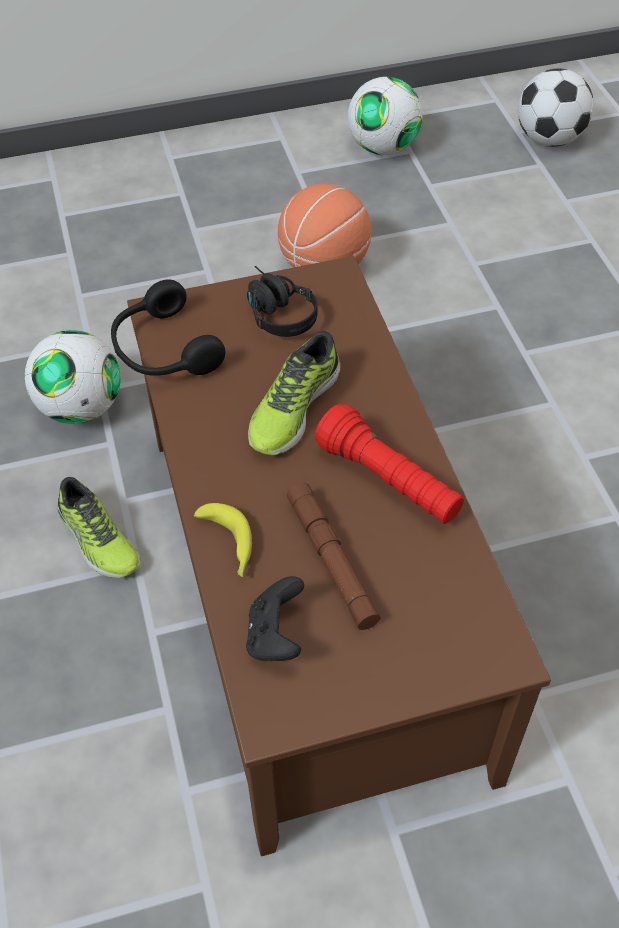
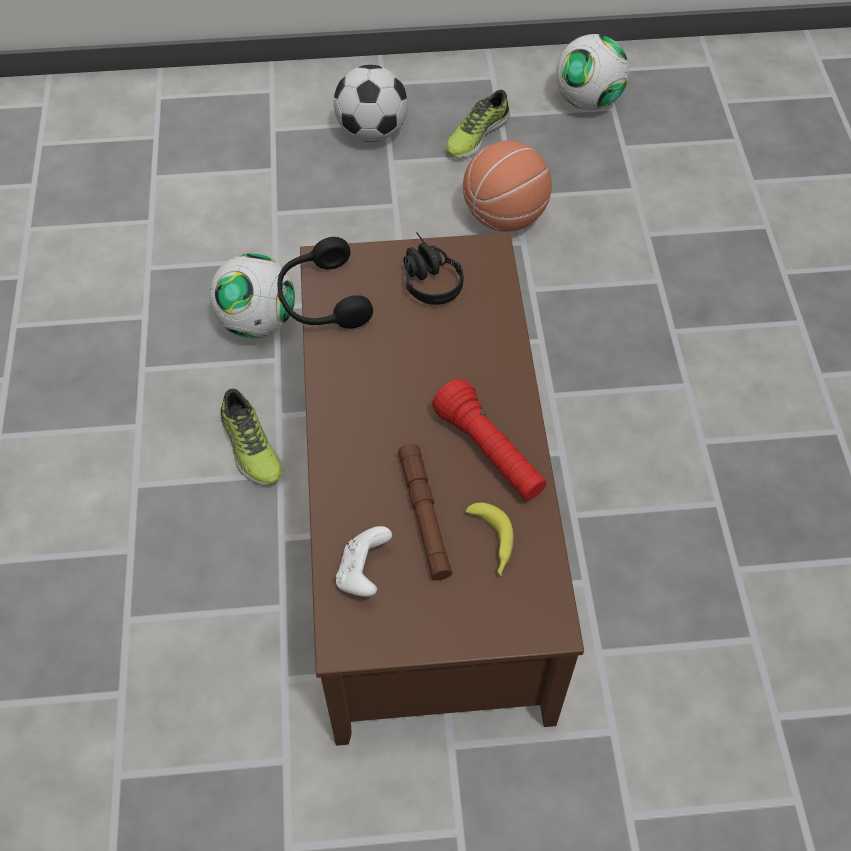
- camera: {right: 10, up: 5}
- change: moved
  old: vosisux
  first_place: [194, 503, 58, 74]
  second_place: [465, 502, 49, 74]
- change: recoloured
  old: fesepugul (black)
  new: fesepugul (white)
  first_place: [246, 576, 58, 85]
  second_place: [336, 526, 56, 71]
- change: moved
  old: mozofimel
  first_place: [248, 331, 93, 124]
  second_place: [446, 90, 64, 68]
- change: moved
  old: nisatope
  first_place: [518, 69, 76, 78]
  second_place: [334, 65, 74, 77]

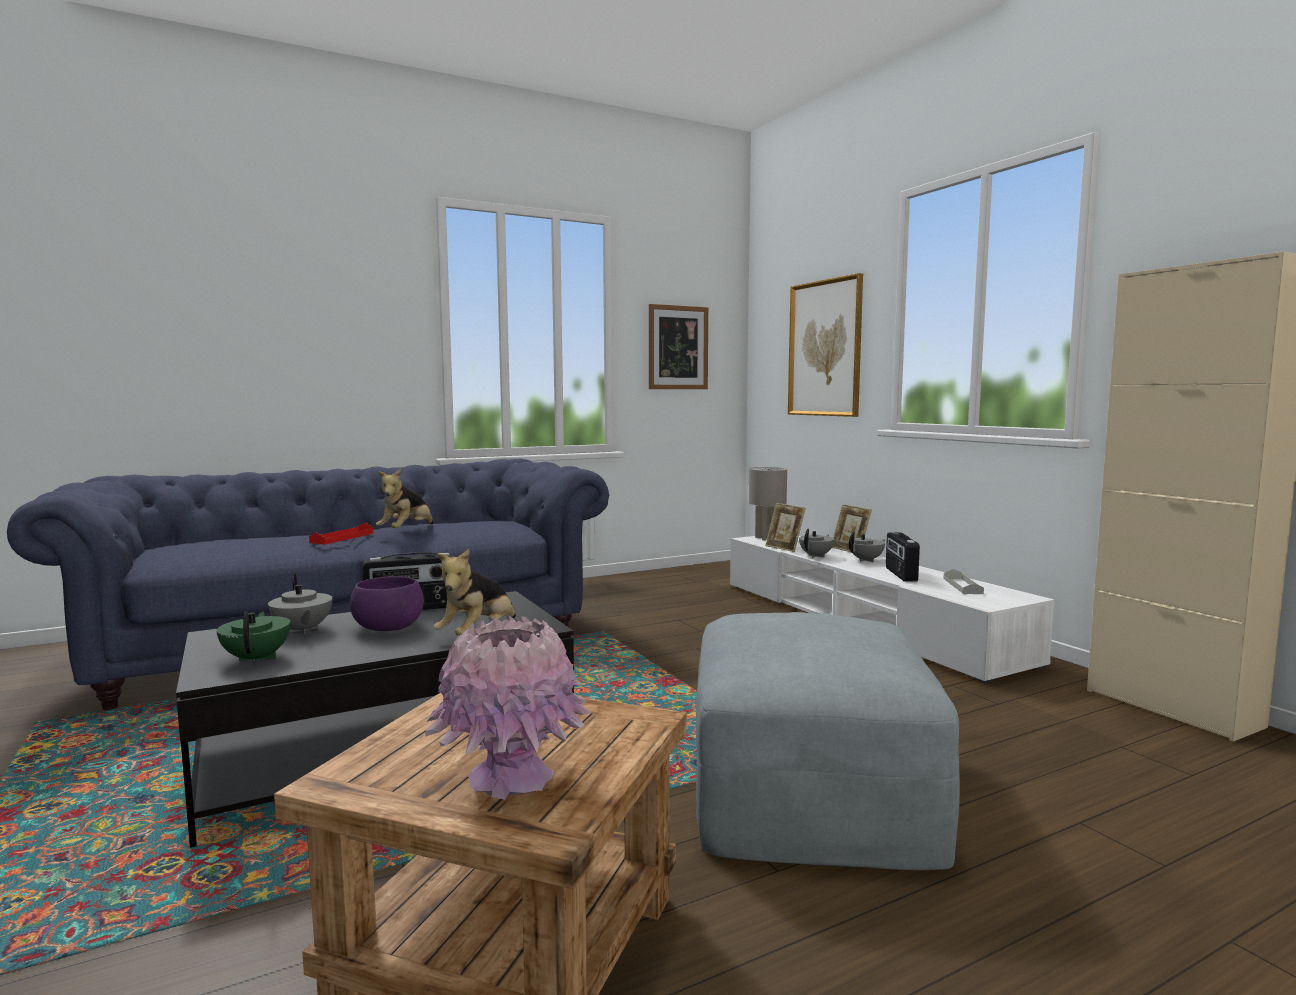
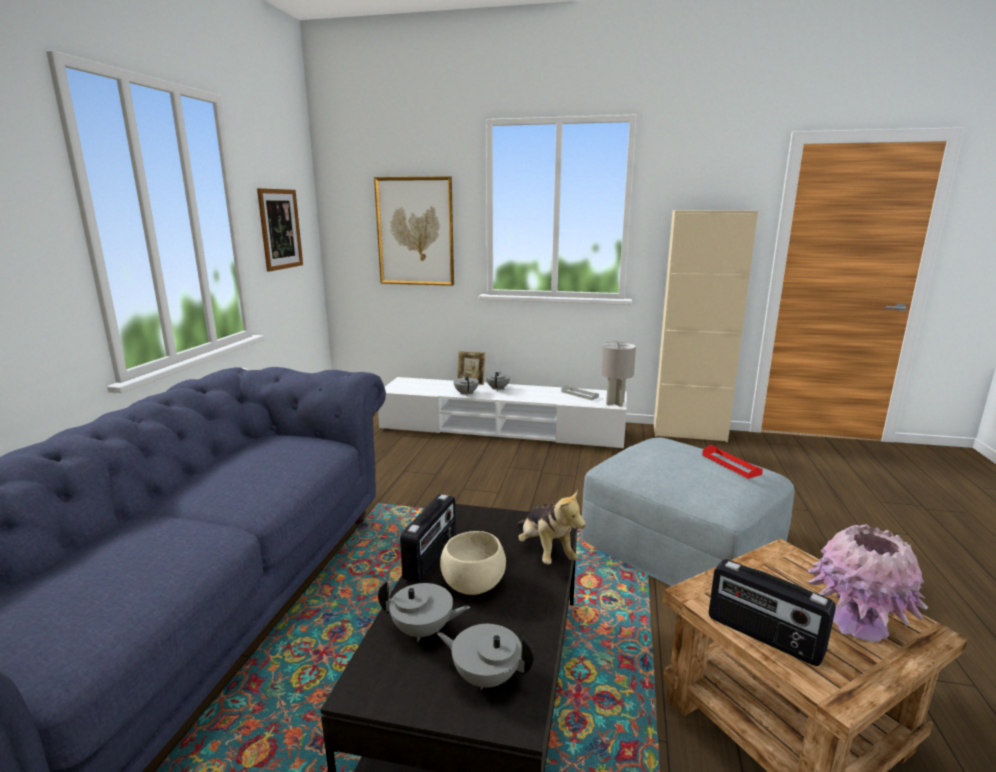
- camera: {right: -50, up: 10}
- change: recoloured
  old: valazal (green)
  new: valazal (grey)
  first_place: [216, 612, 74, 52]
  second_place: [437, 624, 97, 66]
- change: moved
  old: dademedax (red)
  first_place: [309, 522, 64, 23]
  second_place: [702, 445, 61, 34]
- change: recoloured
  old: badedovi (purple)
  new: badedovi (beige)
  first_place: [350, 576, 74, 55]
  second_place: [440, 531, 66, 64]
- change: removed
  old: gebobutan
  first_place: [376, 469, 57, 59]
- change: moved
  old: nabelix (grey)
  first_place: [749, 467, 38, 73]
  second_place: [601, 342, 35, 65]
- change: removed
  old: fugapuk
  first_place: [765, 503, 41, 49]
- change: moved
  old: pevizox
  first_place: [886, 532, 34, 50]
  second_place: [709, 559, 127, 107]

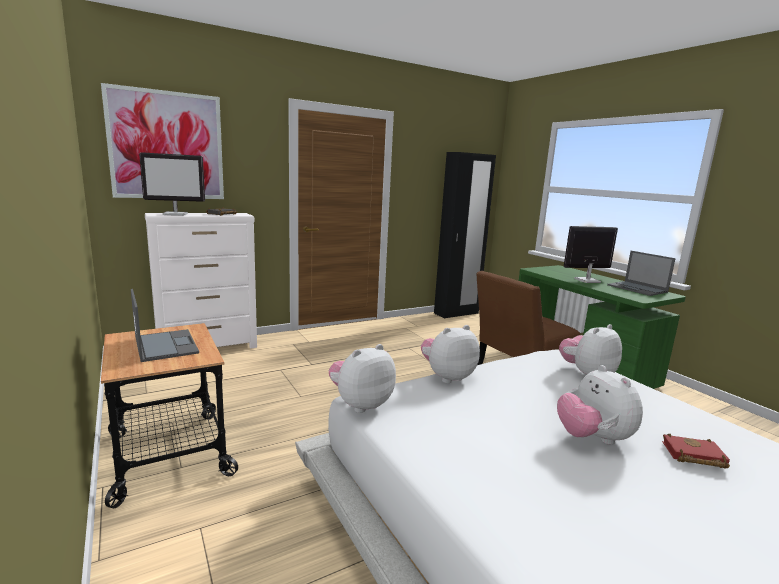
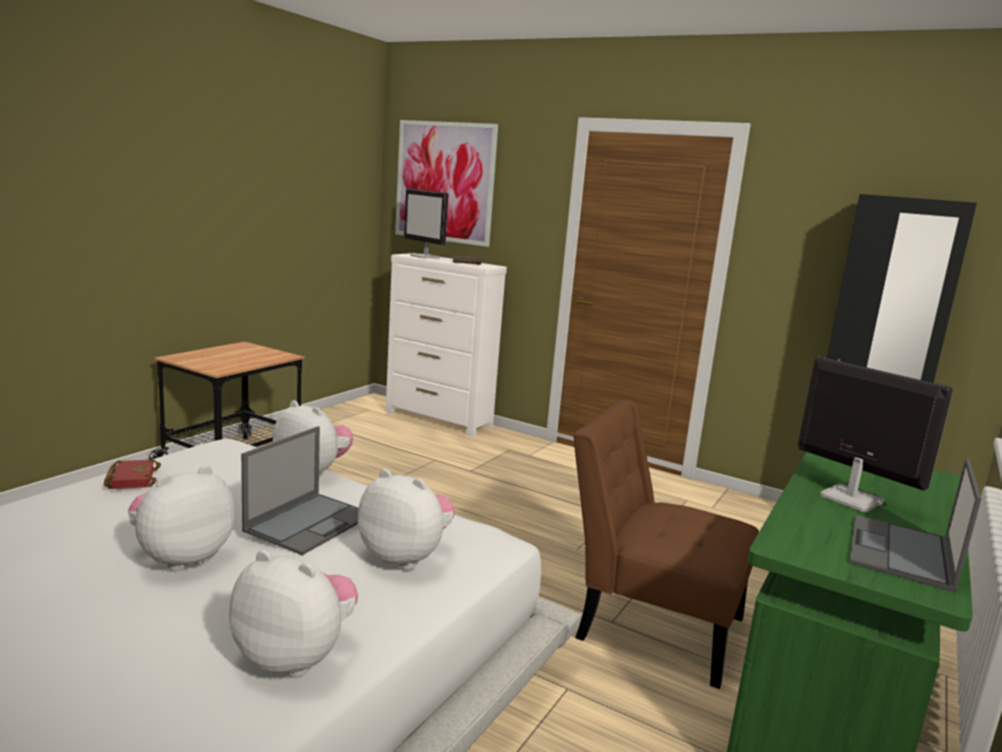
- camera: {right: 60, up: 0}
- change: moved
  old: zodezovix
  first_place: [131, 289, 68, 73]
  second_place: [241, 426, 118, 129]
- change: moved
  old: gebobutan
  first_place: [329, 344, 67, 69]
  second_place: [229, 550, 129, 127]
- change: moved
  old: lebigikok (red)
  first_place: [662, 434, 68, 35]
  second_place: [104, 459, 57, 30]

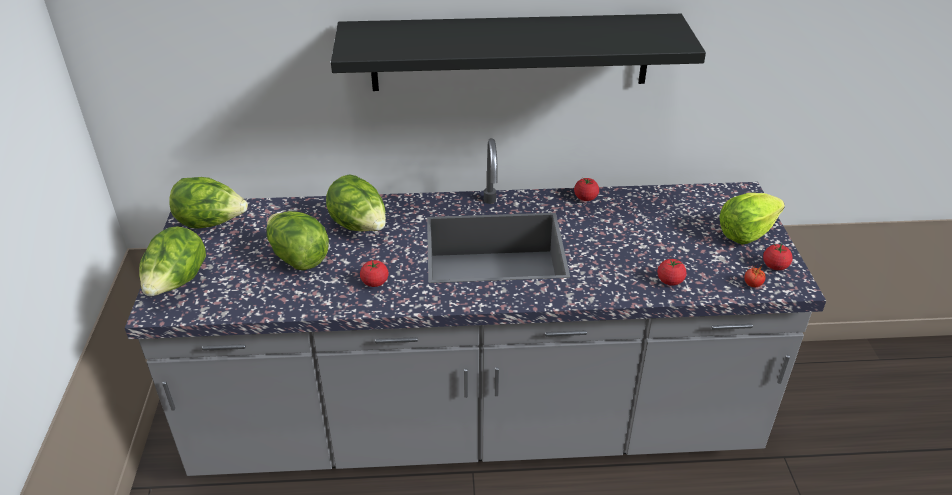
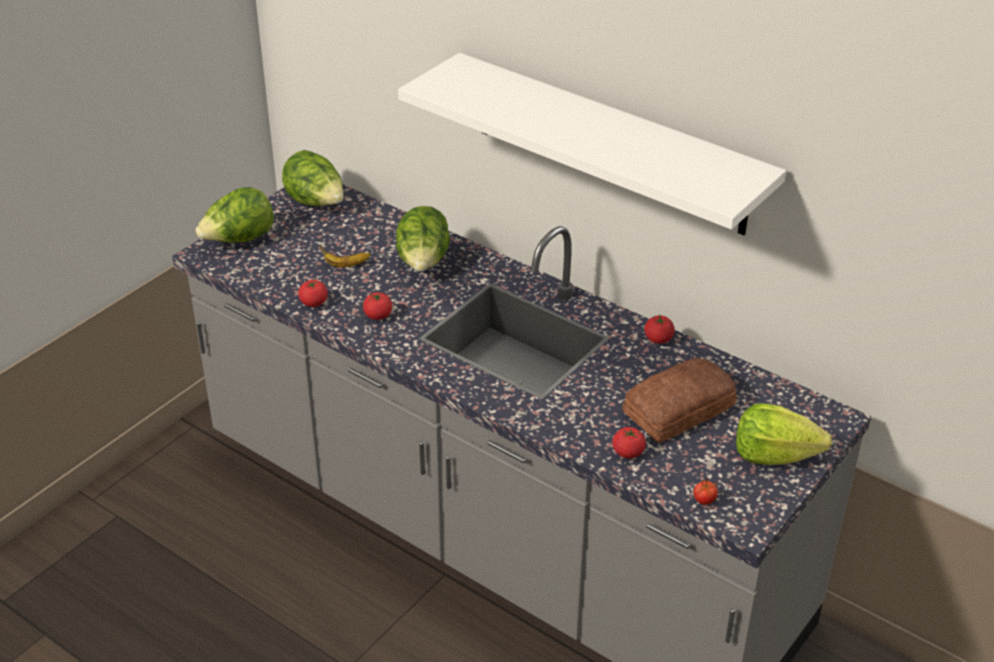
- camera: {right: 40, up: 0}
- change: replaced
  old: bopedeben
  new: vosisux
  first_place: [267, 211, 62, 59]
  second_place: [320, 246, 51, 21]
- change: recoloured
  old: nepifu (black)
  new: nepifu (white)
  first_place: [331, 14, 375, 77]
  second_place: [398, 53, 388, 182]
- change: moved
  old: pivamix
  first_place: [763, 244, 30, 26]
  second_place: [298, 280, 30, 27]
- change: added
  new: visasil
  second_place: [622, 358, 115, 85]

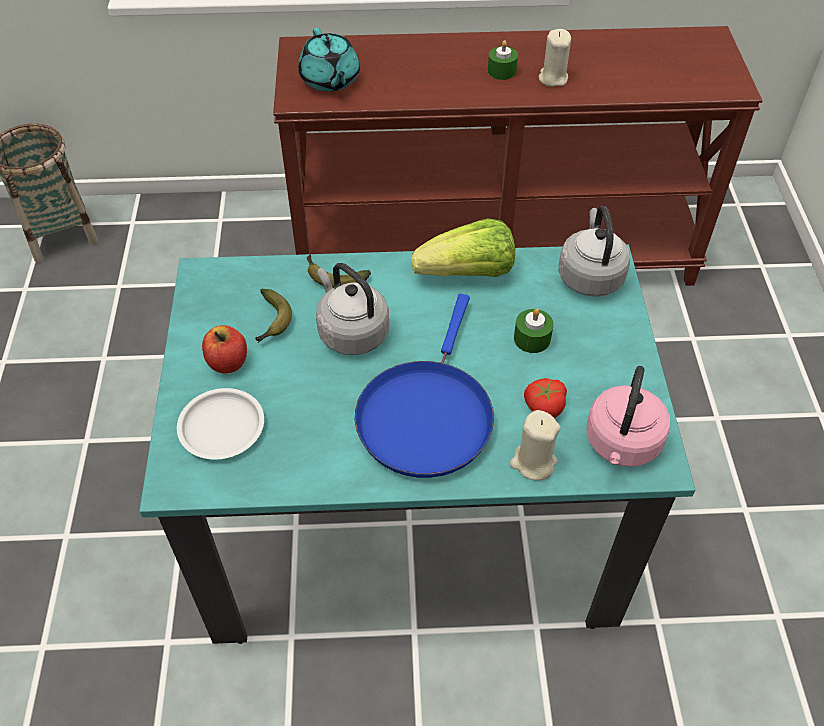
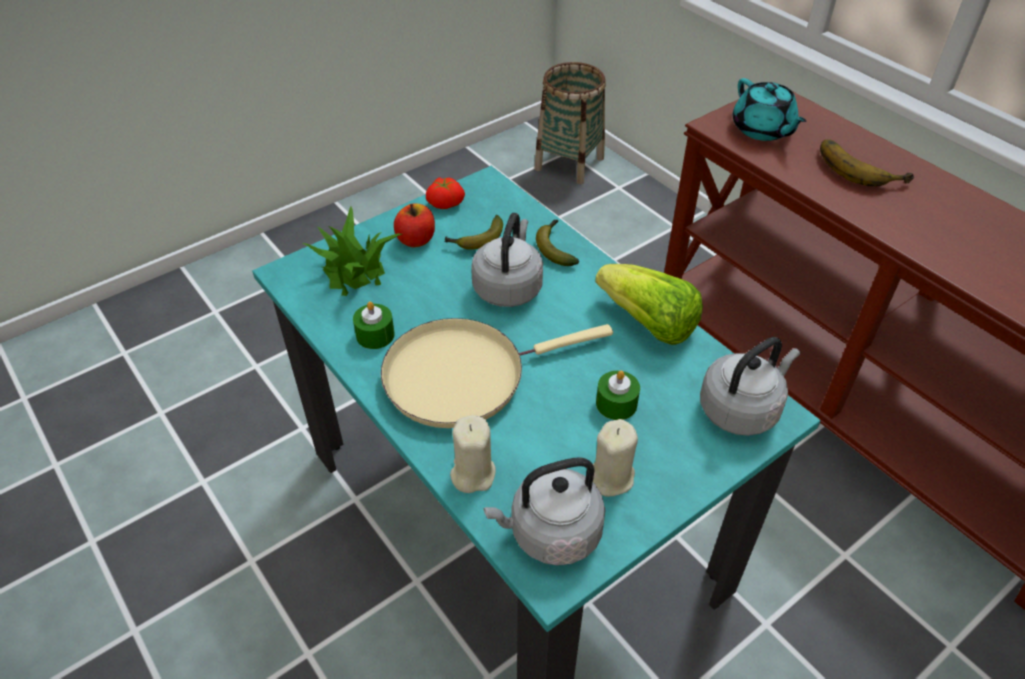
- camera: {right: 55, up: -5}
- change: replaced
  old: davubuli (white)
  new: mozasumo
  first_place: [177, 388, 87, 72]
  second_place: [302, 206, 100, 90]
- change: turned
  old: valazal (turquoise)
  first_place: [298, 28, 62, 64]
  second_place: [733, 78, 73, 63]
  degrees: -60
- change: recoloured
  old: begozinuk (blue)
  new: begozinuk (beige)
  first_place: [355, 294, 139, 184]
  second_place: [381, 318, 232, 110]
- change: moved
  old: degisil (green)
  first_place: [488, 40, 30, 40]
  second_place: [353, 301, 42, 48]
- change: moved
  old: pivamix
  first_place: [524, 378, 43, 40]
  second_place: [426, 177, 39, 32]
- change: moved
  old: degisil (beige)
  first_place: [539, 29, 32, 58]
  second_place: [593, 419, 45, 78]
- change: recoloured
  old: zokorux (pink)
  new: zokorux (grey)
  first_place: [586, 366, 84, 101]
  second_place: [484, 457, 122, 109]
- change: added
  new: vosisux
  second_place: [820, 139, 94, 48]

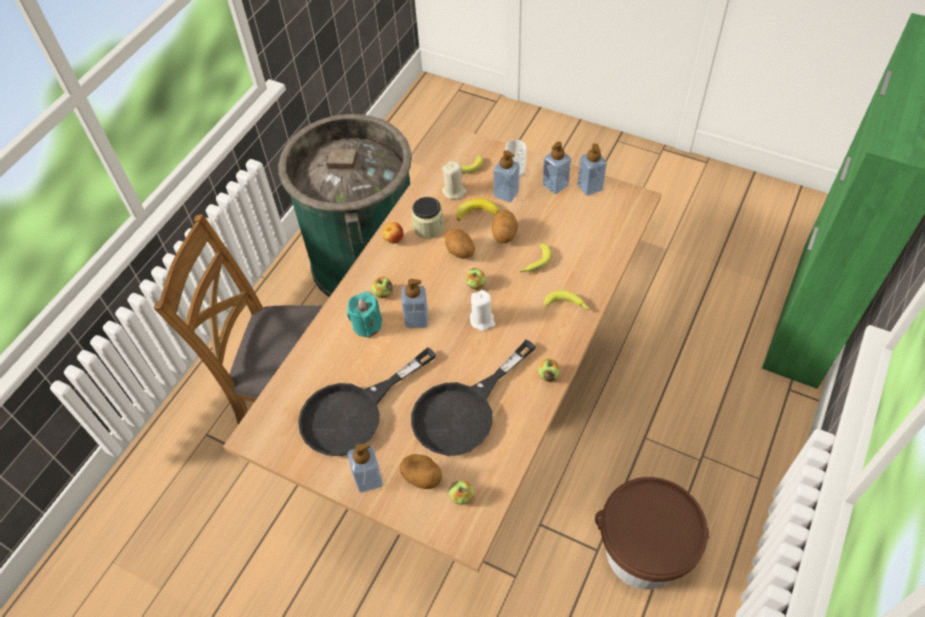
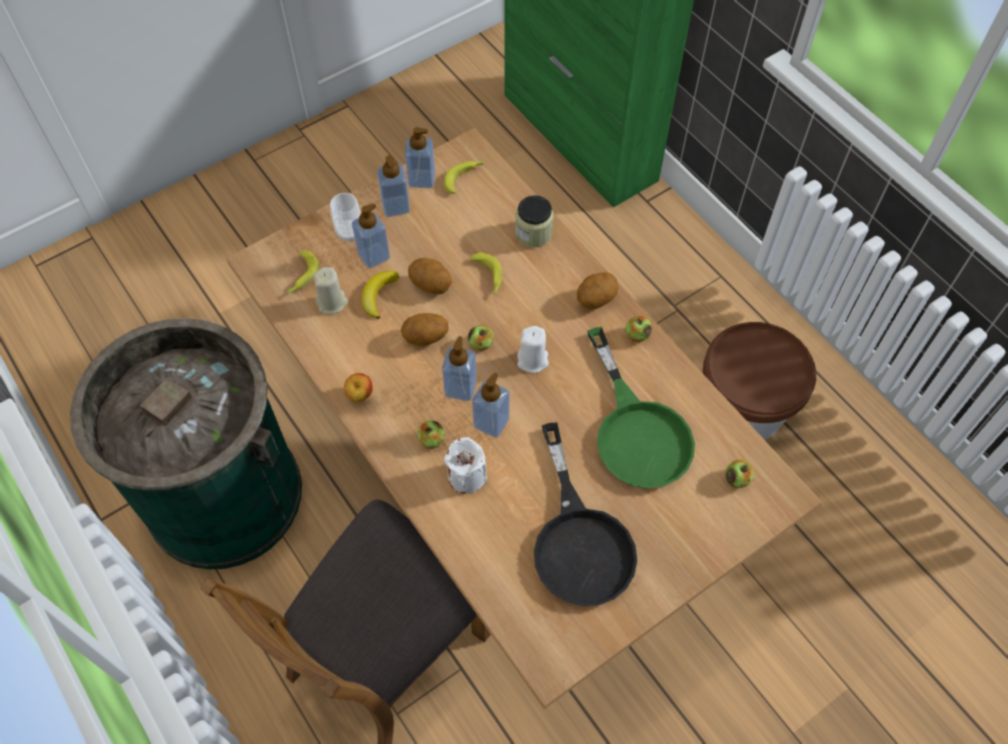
- camera: {right: -65, up: 5}
- change: recoloured
  old: degisil (turquoise)
  new: degisil (white)
  first_place: [347, 291, 35, 47]
  second_place: [444, 437, 43, 57]
- change: moved
  old: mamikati
  first_place: [347, 443, 36, 50]
  second_place: [442, 336, 35, 65]
- change: moved
  old: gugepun
  first_place: [400, 454, 42, 35]
  second_place: [577, 272, 41, 37]
- change: recoloured
  old: begozinuk (black)
  new: begozinuk (green)
  first_place: [411, 340, 125, 116]
  second_place: [587, 327, 108, 161]
- change: moved
  old: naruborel
  first_place: [412, 197, 32, 42]
  second_place: [515, 195, 39, 53]
- change: moved
  old: vosisux
  first_place: [544, 290, 46, 20]
  second_place: [444, 161, 41, 33]

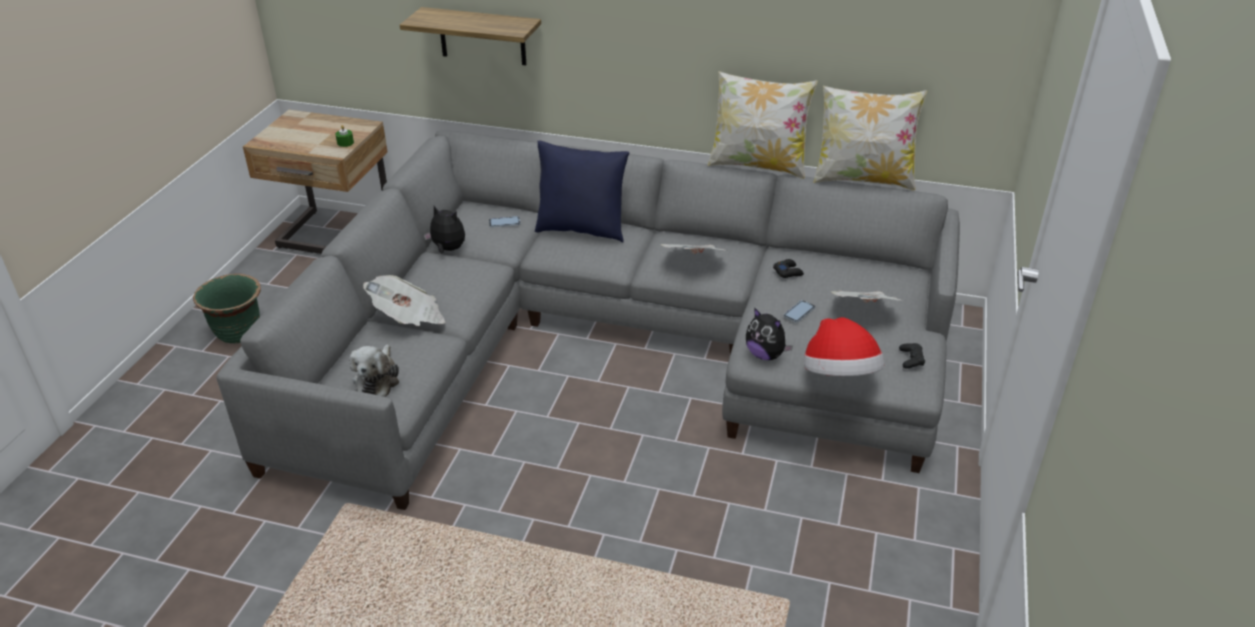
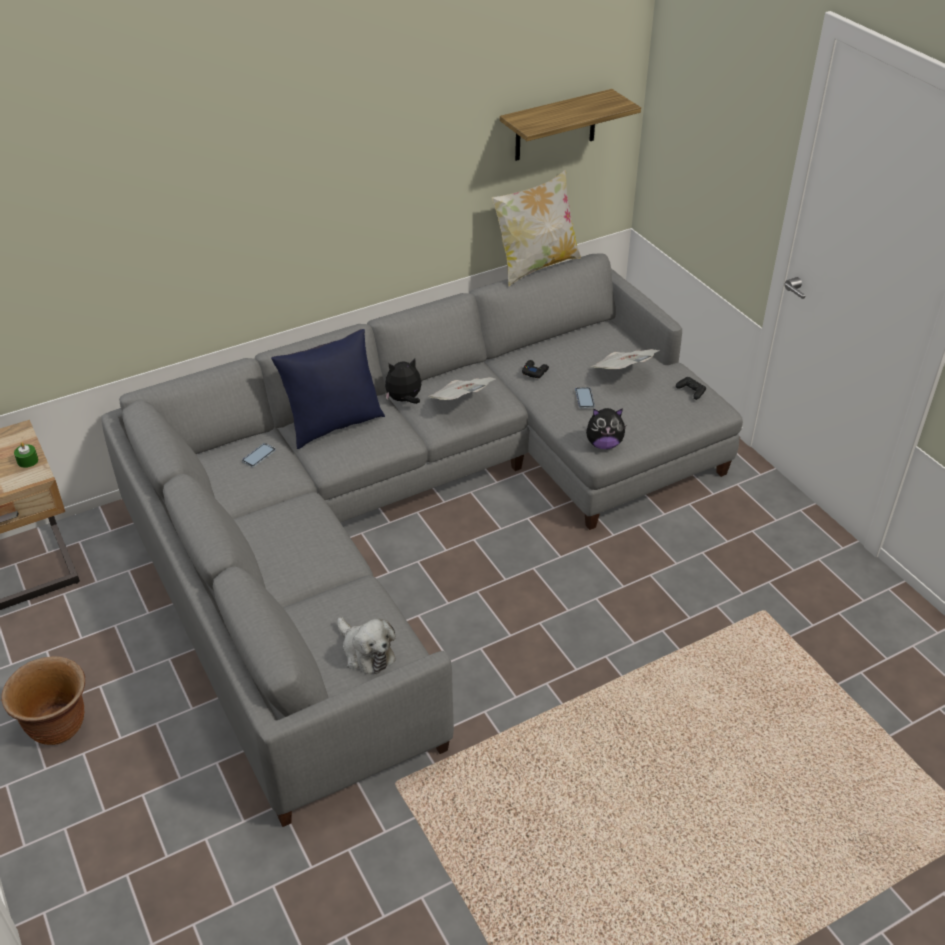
- camera: {right: -45, up: 5}
- change: recoloured
  old: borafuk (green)
  new: borafuk (brown)
  first_place: [193, 274, 68, 70]
  second_place: [1, 656, 84, 89]
- change: removed
  old: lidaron
  first_place: [363, 275, 82, 51]
- change: moved
  old: nepifu
  first_place: [400, 7, 141, 58]
  second_place: [500, 89, 141, 72]
- change: moved
  old: gebobutan
  first_place: [424, 206, 41, 48]
  second_place: [385, 358, 36, 46]
- change: removed
  old: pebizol
  first_place: [707, 71, 111, 108]
- change: removed
  old: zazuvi
  first_place: [804, 317, 80, 59]

